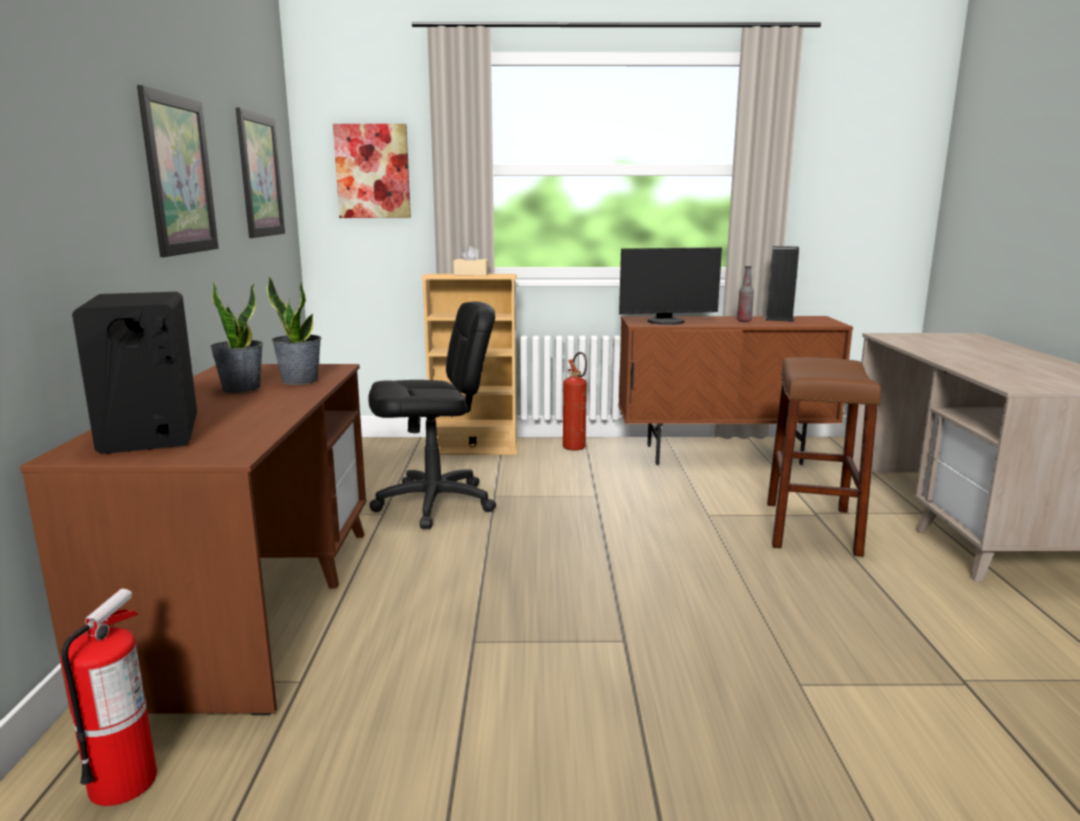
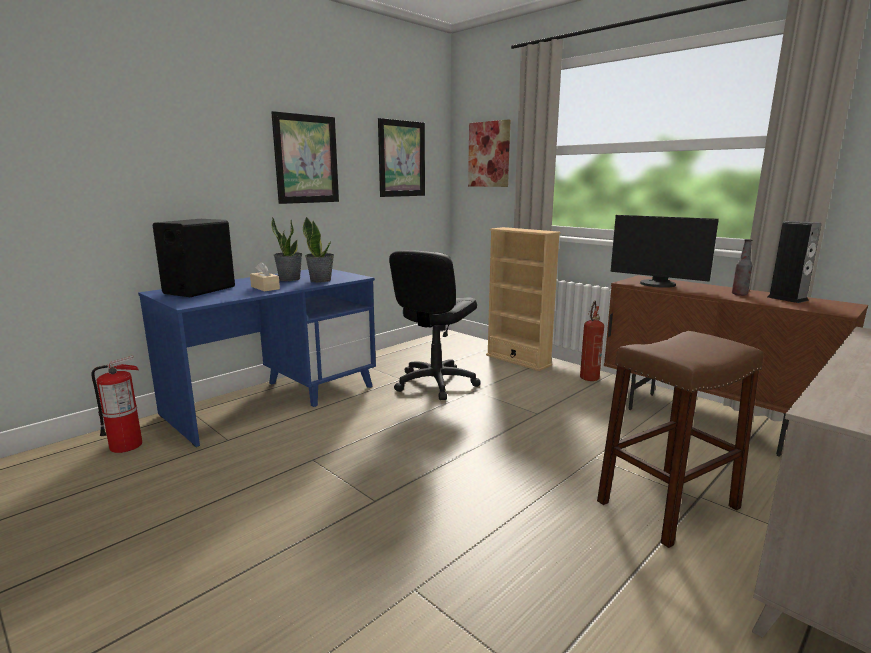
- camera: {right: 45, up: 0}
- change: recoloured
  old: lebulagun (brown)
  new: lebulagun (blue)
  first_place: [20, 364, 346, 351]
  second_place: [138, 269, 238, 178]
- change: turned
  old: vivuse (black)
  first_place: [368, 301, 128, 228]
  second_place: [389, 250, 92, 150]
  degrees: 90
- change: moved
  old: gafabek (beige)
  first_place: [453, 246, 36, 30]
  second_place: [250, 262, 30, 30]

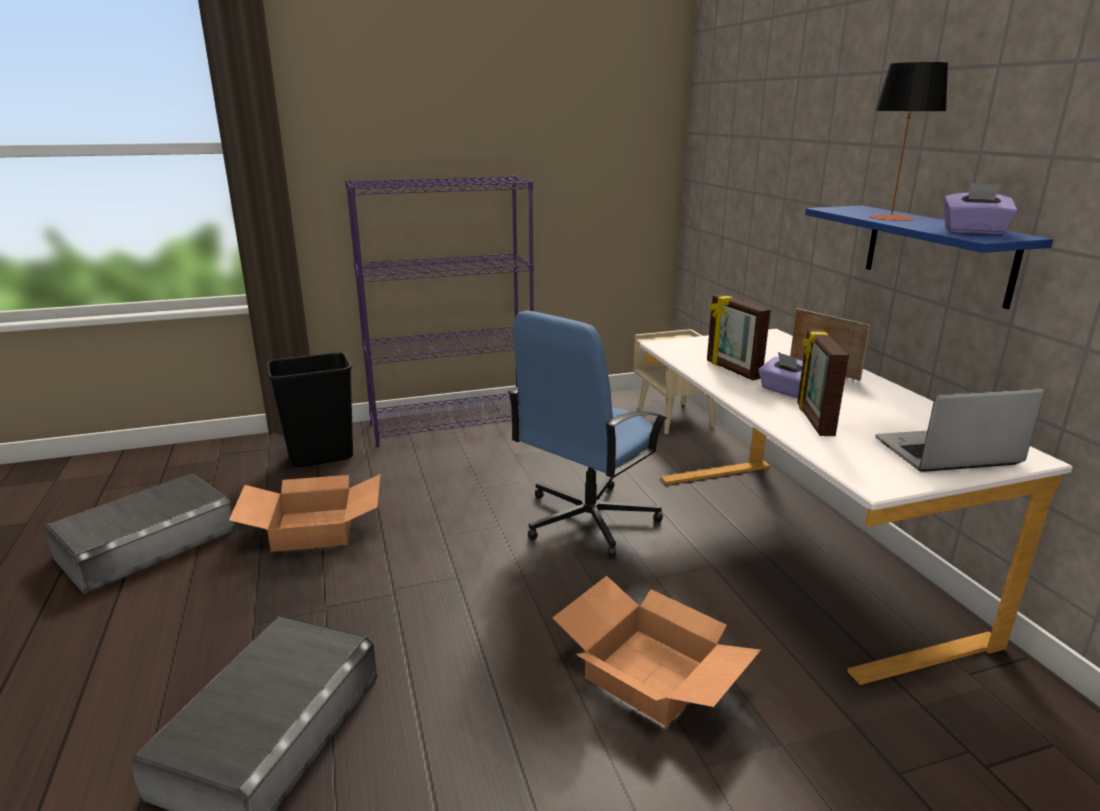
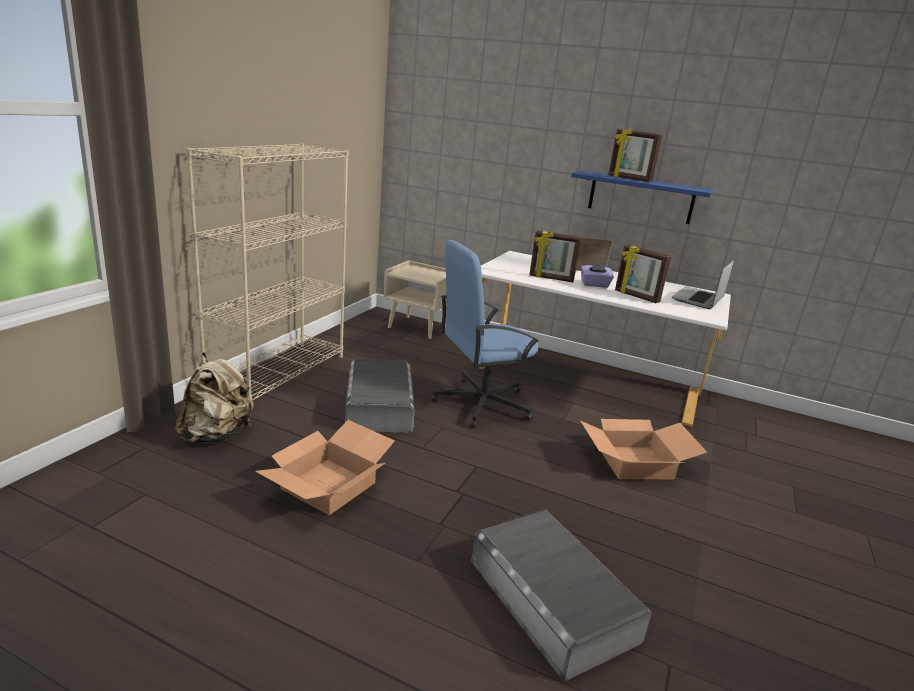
- camera: {right: -50, up: 0}
- change: moved
  old: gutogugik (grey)
  first_place: [44, 474, 192, 120]
  second_place: [345, 359, 70, 74]
- change: replaced
  old: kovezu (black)
  new: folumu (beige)
  first_place: [267, 352, 86, 115]
  second_place: [175, 352, 79, 91]
- change: recoloured
  old: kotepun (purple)
  new: kotepun (beige)
  first_place: [345, 176, 189, 271]
  second_place: [186, 143, 162, 257]
- change: turned
  old: vivuse (blue)
  first_place: [507, 311, 161, 246]
  second_place: [431, 240, 108, 188]
  degrees: 75
- change: replaced
  old: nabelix
  new: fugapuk
  first_place: [869, 62, 79, 159]
  second_place: [608, 129, 54, 53]
- change: removed
  old: gafabek (purple)
  first_place: [944, 183, 73, 51]

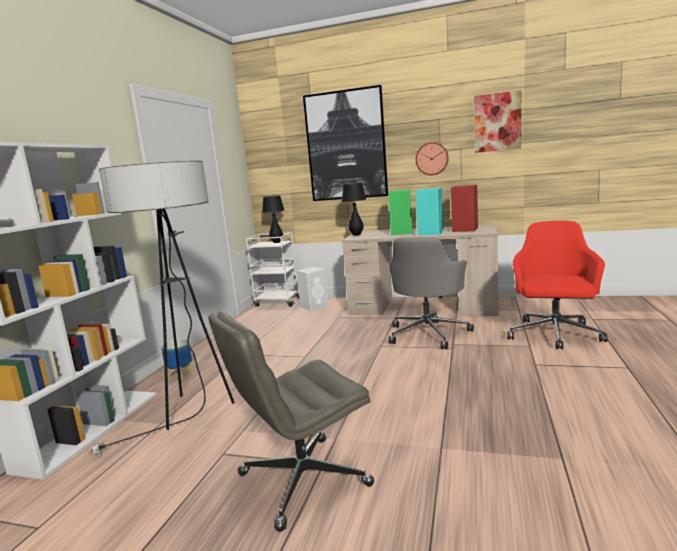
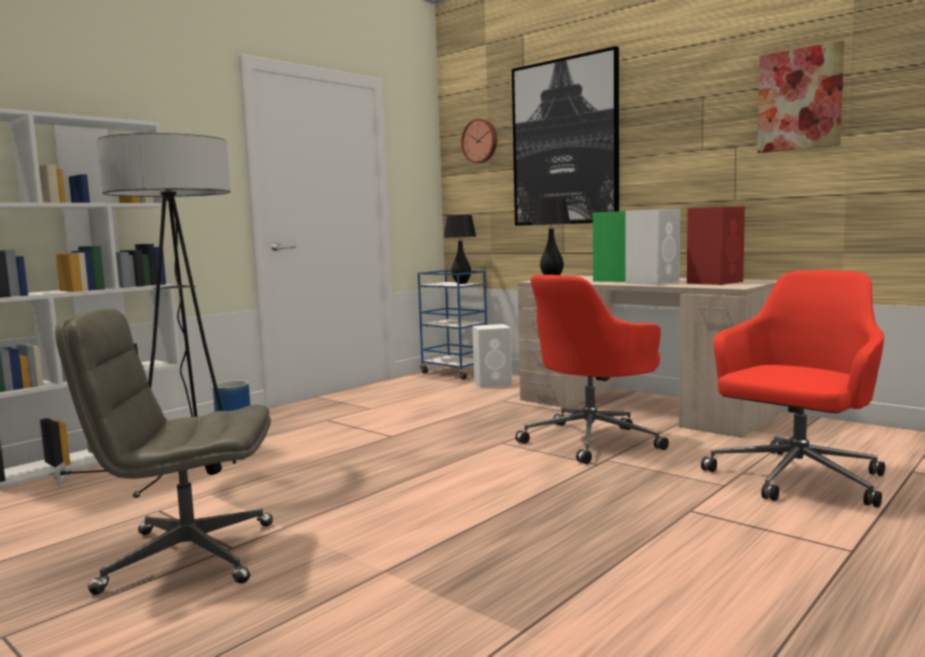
- camera: {right: 25, up: -5}
- change: recoloured
  old: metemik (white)
  new: metemik (blue)
  first_place: [246, 232, 53, 75]
  second_place: [418, 270, 69, 109]
- change: recoloured
  old: vivuse (grey)
  new: vivuse (red)
  first_place: [388, 238, 86, 111]
  second_place: [515, 275, 154, 189]
- change: recoloured
  old: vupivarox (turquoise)
  new: vupivarox (white)
  first_place: [415, 188, 29, 47]
  second_place: [626, 209, 54, 76]
- change: moved
  old: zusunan
  first_place: [416, 142, 33, 33]
  second_place: [461, 118, 36, 45]

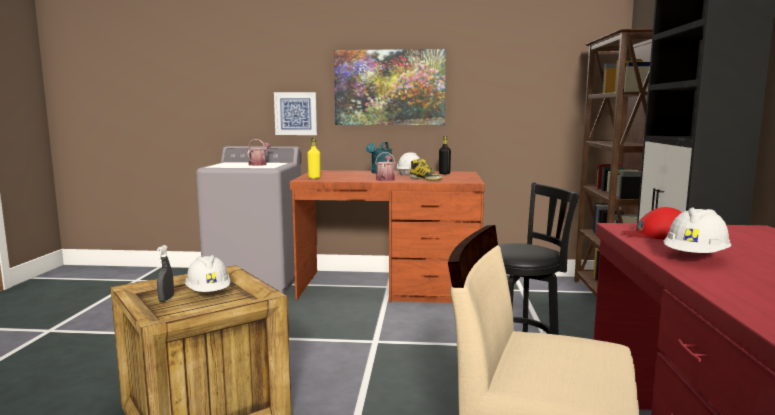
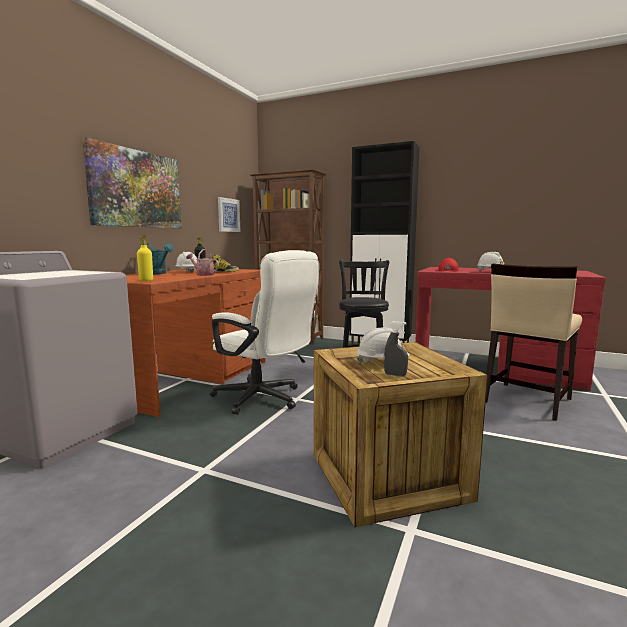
- camera: {right: -70, up: 0}
- change: removed
  old: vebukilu
  first_place: [247, 139, 24, 27]
- change: moved
  old: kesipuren
  first_place: [274, 92, 43, 43]
  second_place: [218, 197, 22, 35]
- change: added
  new: vivuse (white)
  second_place: [210, 250, 109, 165]

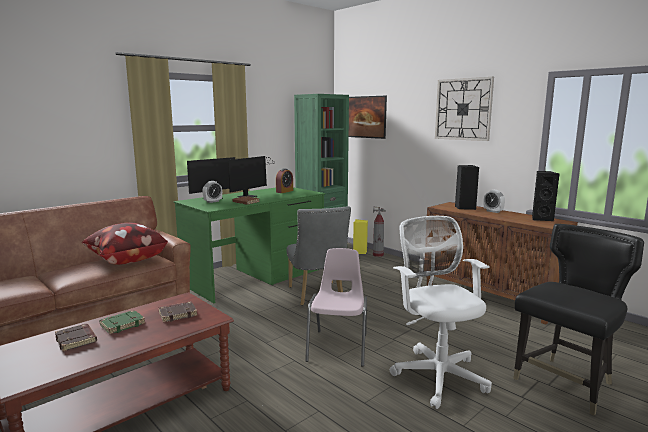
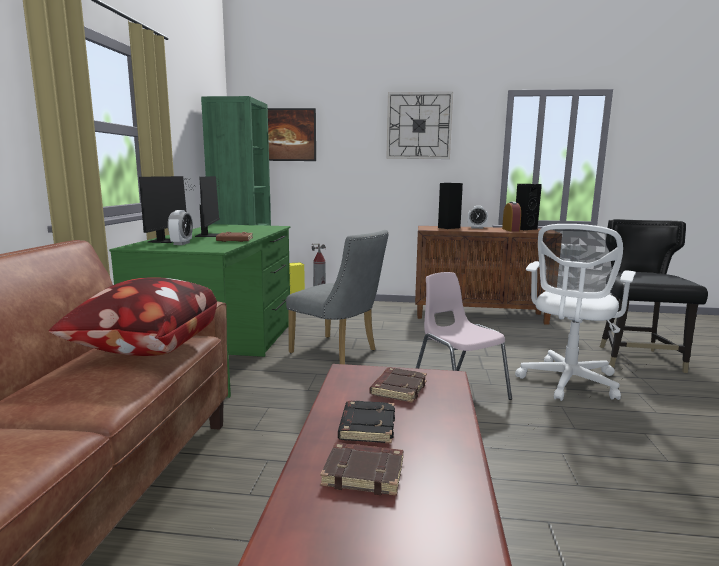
- camera: {right: -40, up: 0}
- change: recoloured
  old: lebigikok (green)
  new: lebigikok (black)
  first_place: [99, 310, 46, 24]
  second_place: [338, 401, 57, 43]
- change: moved
  old: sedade
  first_place: [276, 169, 17, 24]
  second_place: [502, 202, 19, 30]
- change: turned
  old: vivuse (white)
  first_place: [390, 216, 102, 193]
  second_place: [515, 224, 121, 177]
  degrees: -90

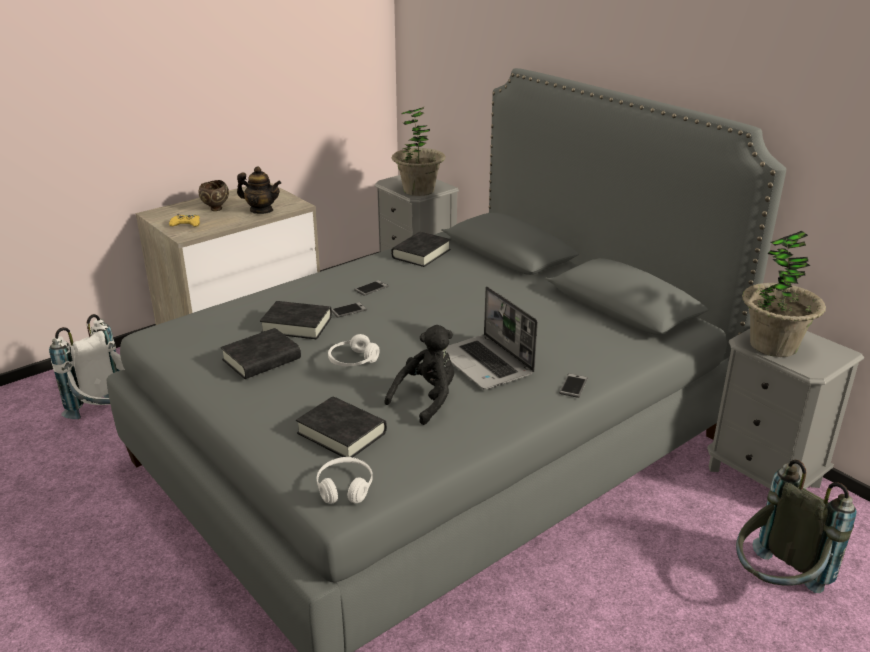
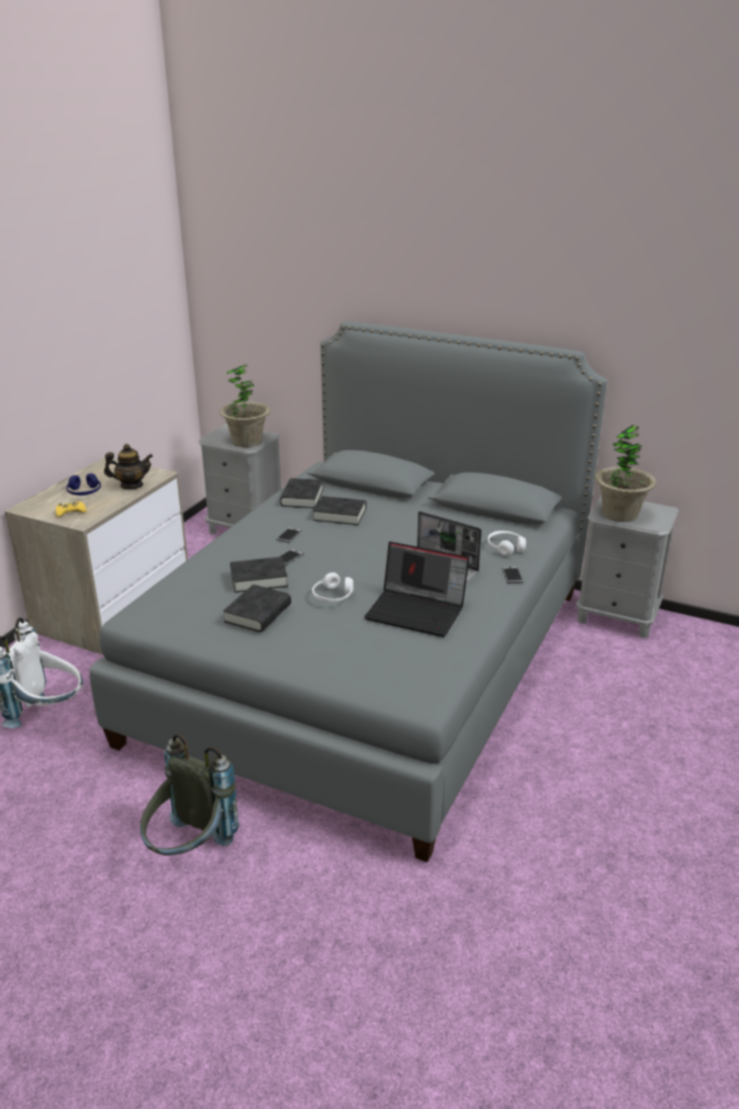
- camera: {right: -25, up: 0}
- change: replaced
  old: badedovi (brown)
  new: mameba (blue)
  first_place: [199, 180, 30, 31]
  second_place: [66, 473, 35, 22]
- change: moved
  old: lebigikok (black)
  first_place: [296, 396, 91, 61]
  second_place: [313, 496, 53, 29]
- change: moved
  old: mameba (white)
  first_place: [317, 457, 56, 47]
  second_place: [488, 531, 38, 25]
- change: replaced
  old: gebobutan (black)
  new: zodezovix
  first_place: [384, 325, 70, 100]
  second_place: [365, 542, 104, 95]
- change: moved
  old: folumu (grey)
  first_place: [736, 460, 121, 133]
  second_place: [140, 734, 99, 122]

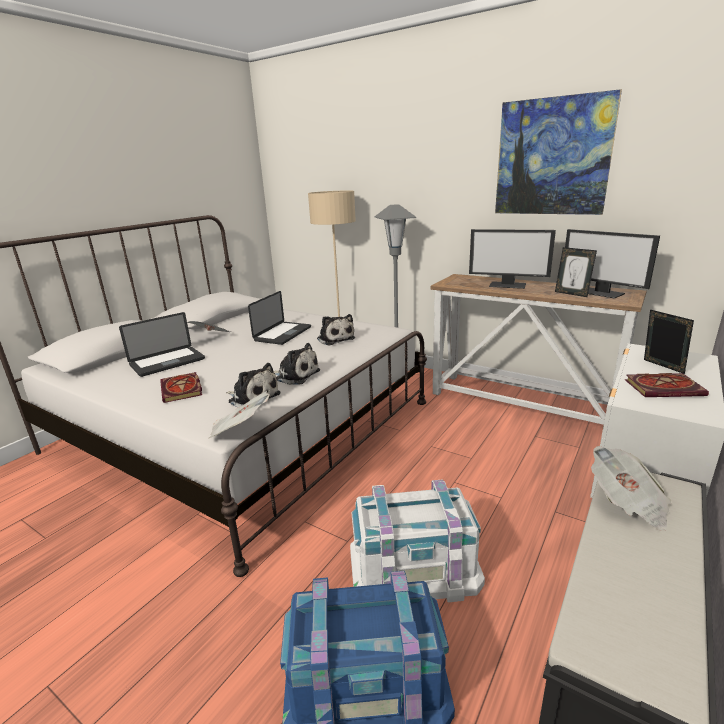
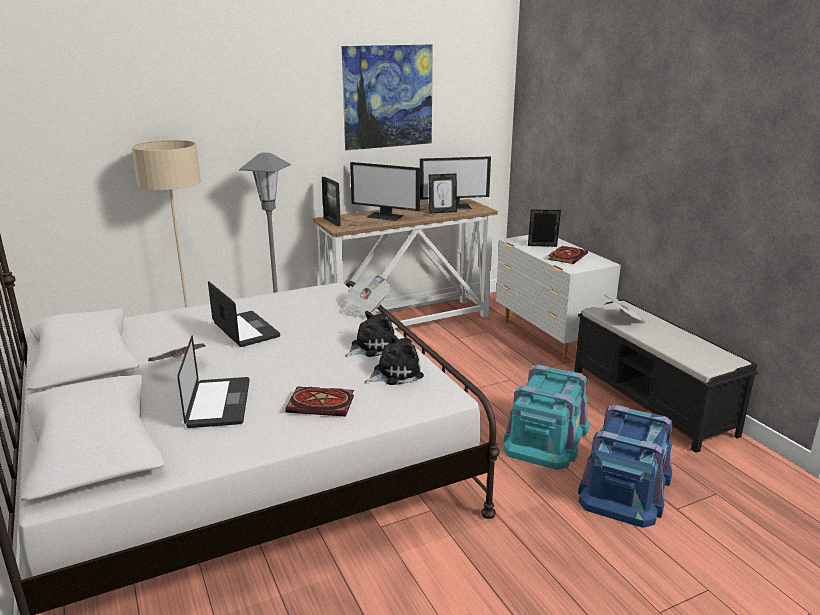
- camera: {right: -60, up: 0}
- change: moved
  old: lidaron
  first_place: [208, 391, 62, 48]
  second_place: [341, 275, 50, 42]
- change: removed
  old: gebobutan
  first_place: [317, 314, 38, 32]
- change: recoloured
  old: gutogugik (white)
  new: gutogugik (turquoise)
  first_place: [350, 479, 135, 124]
  second_place: [503, 364, 86, 106]
- change: turned
  old: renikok
  first_place: [469, 229, 87, 60]
  second_place: [350, 162, 70, 59]
  degrees: 60
- change: added
  new: fugapuk
  second_place: [322, 177, 19, 49]

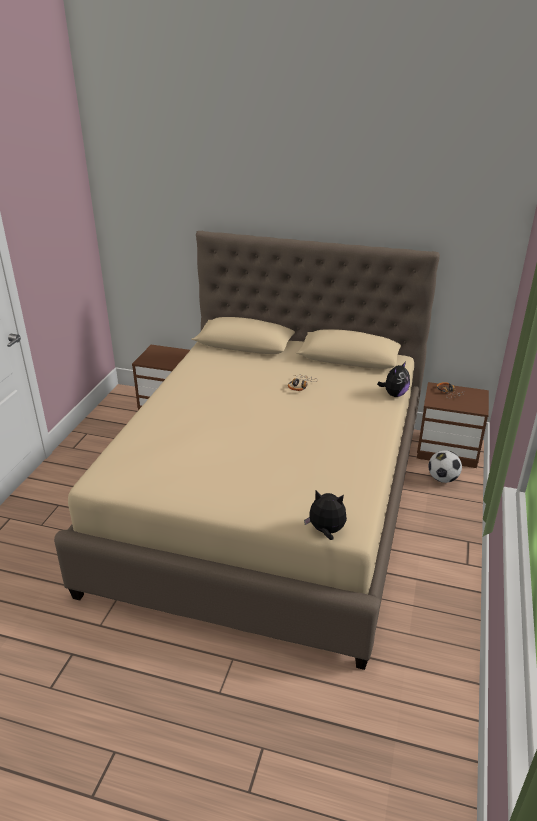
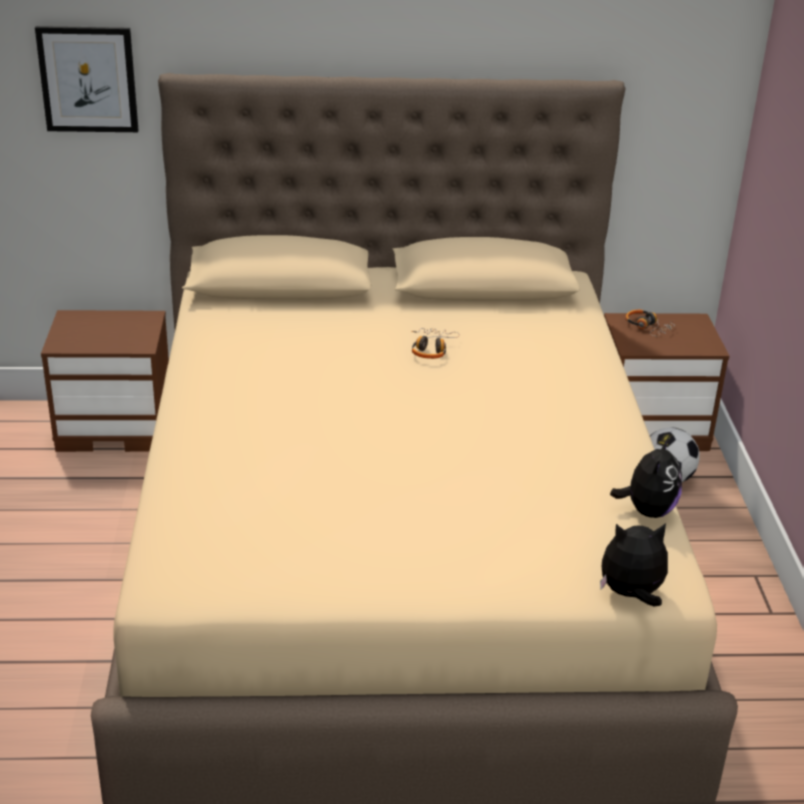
- camera: {right: -20, up: 0}
- change: moved
  old: gebobutan
  first_place: [377, 361, 33, 36]
  second_place: [610, 437, 72, 81]
- change: added
  new: kesipuren
  second_place: [35, 26, 104, 106]

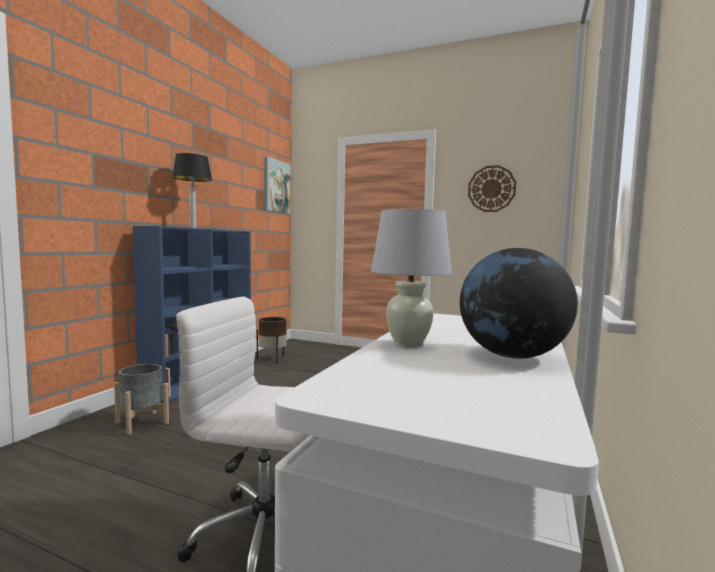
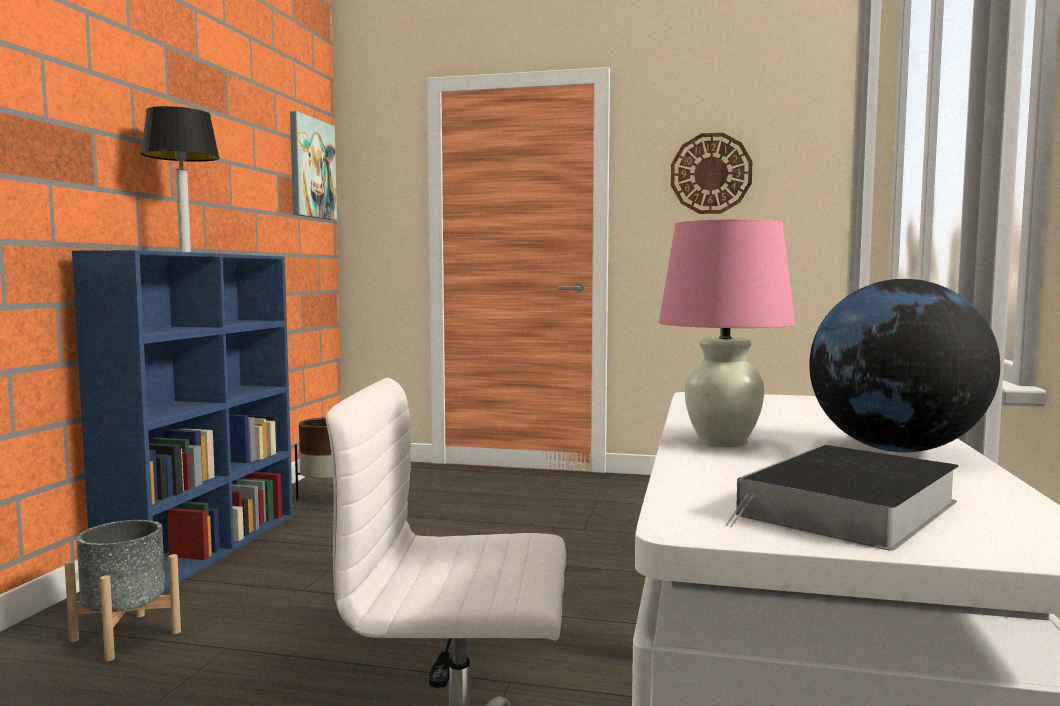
- camera: {right: -10, up: 0}
- change: recoloured
  old: nabelix (white)
  new: nabelix (pink)
  first_place: [371, 209, 81, 139]
  second_place: [659, 219, 136, 228]
- change: added
  new: lebigikok
  second_place: [725, 445, 234, 106]

